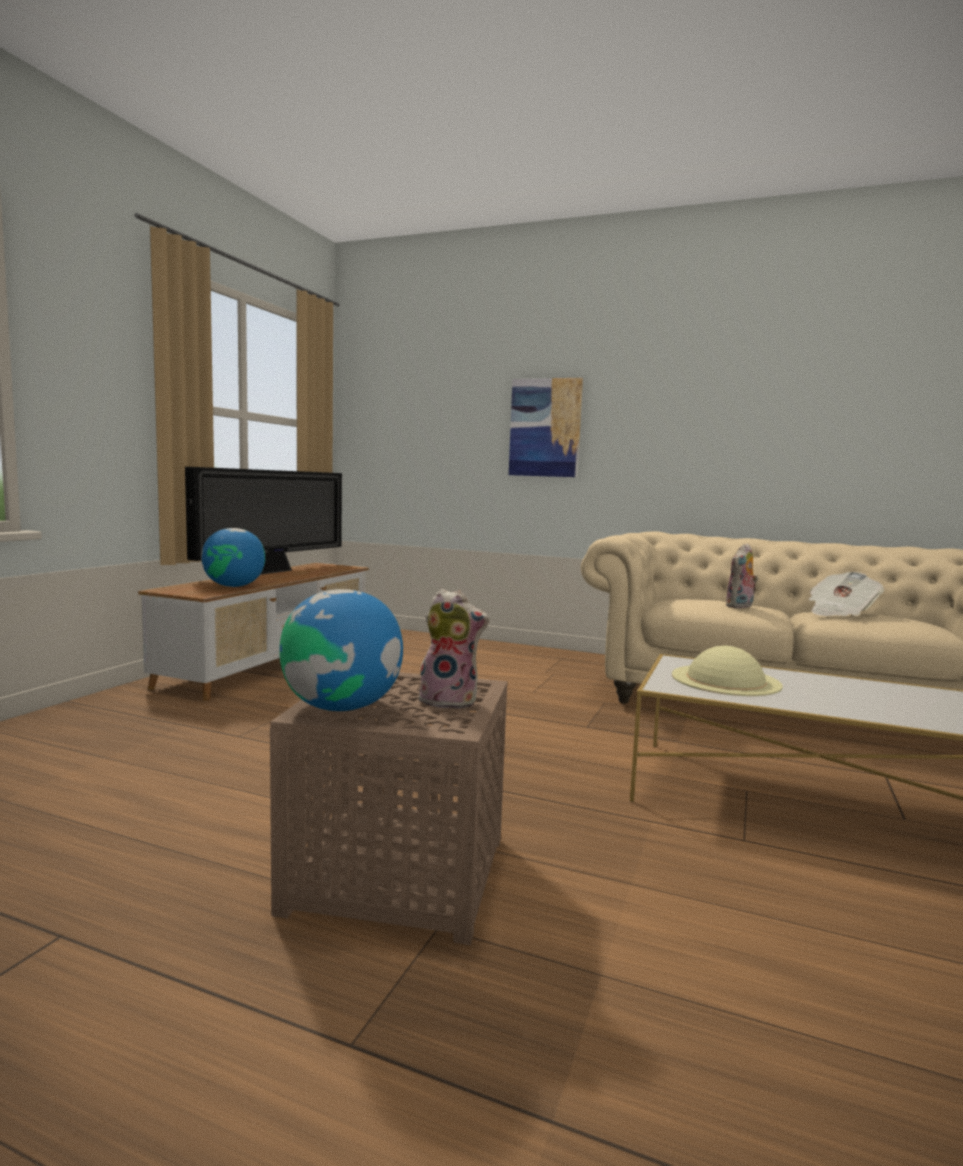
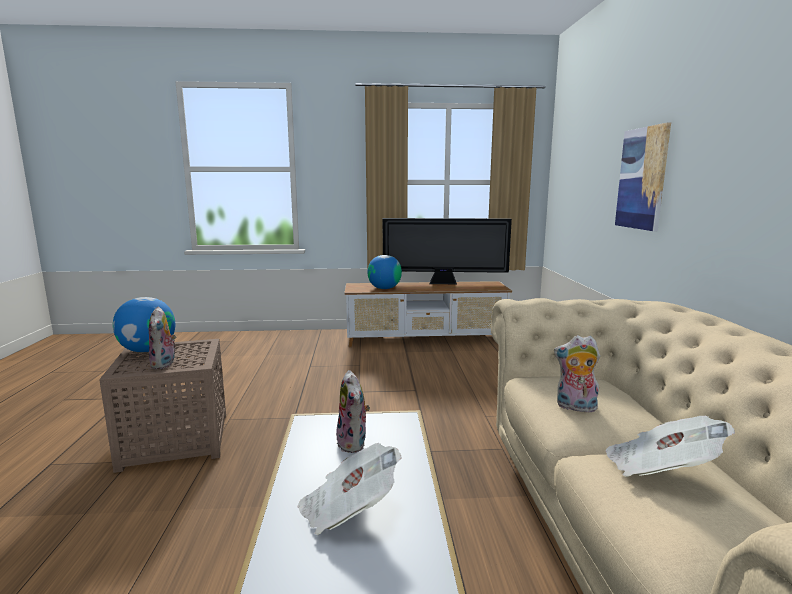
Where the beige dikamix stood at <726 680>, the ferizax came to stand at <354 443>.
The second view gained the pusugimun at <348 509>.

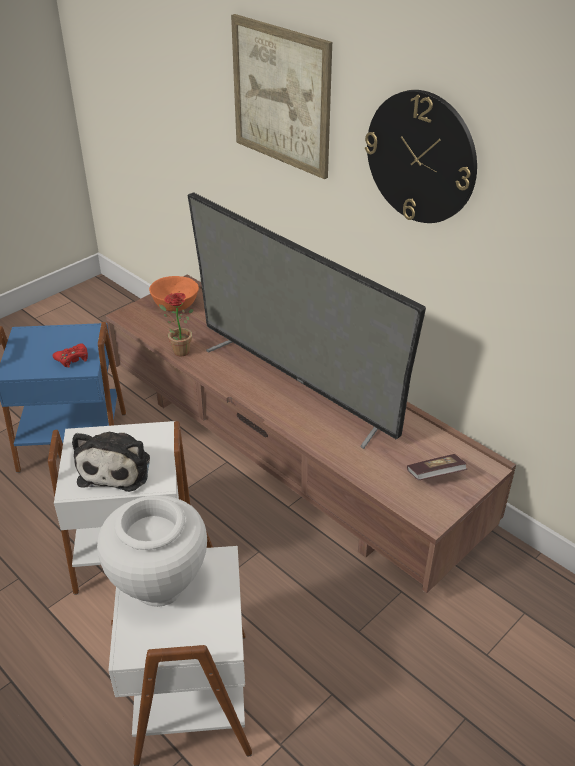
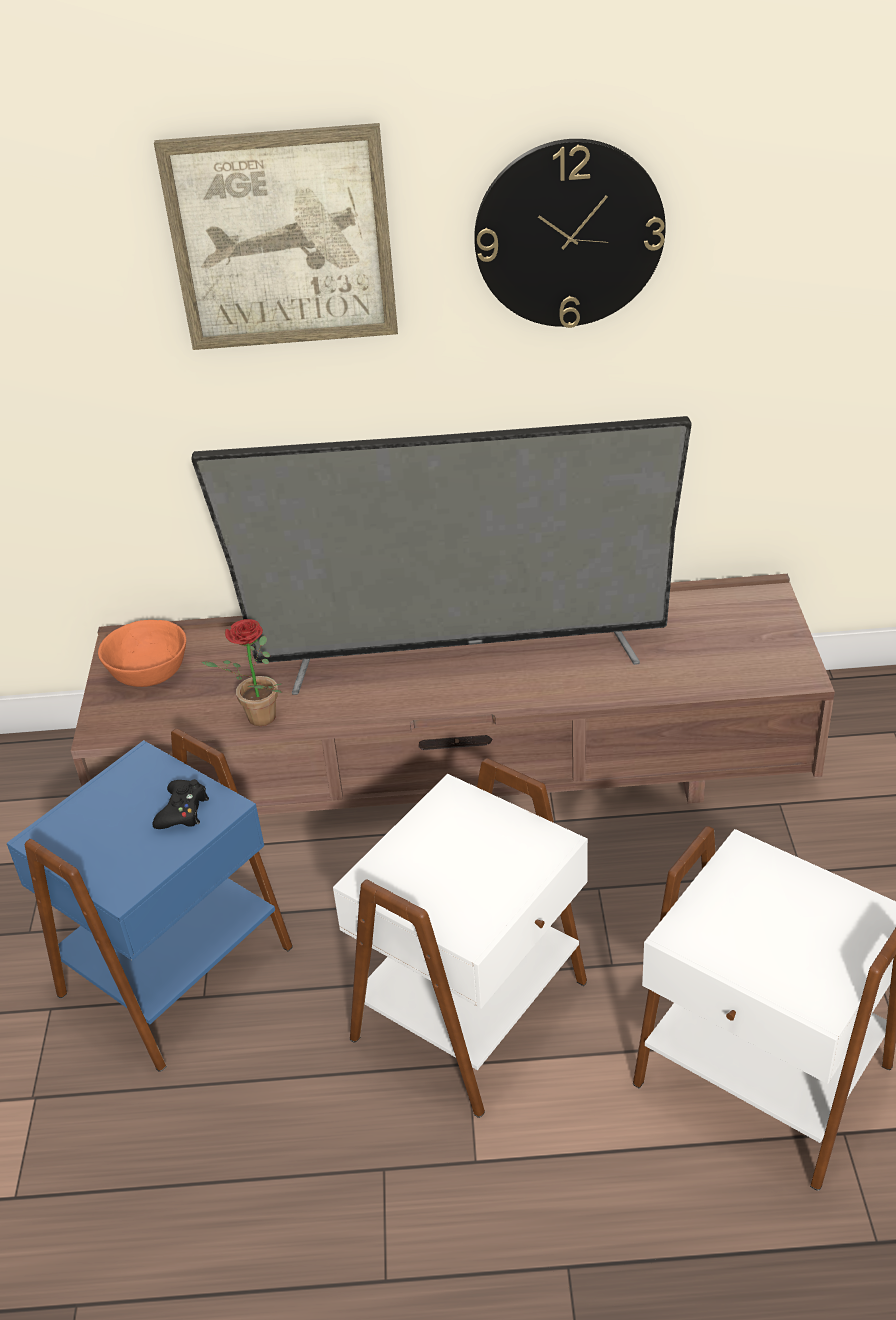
What was the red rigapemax at <72 359> turned into the black rigapemax at <183 811>.
The second view lost the ferizax at <117 467>.
The second view lost the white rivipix at <159 584>.
The second view lost the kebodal at <435 475>.

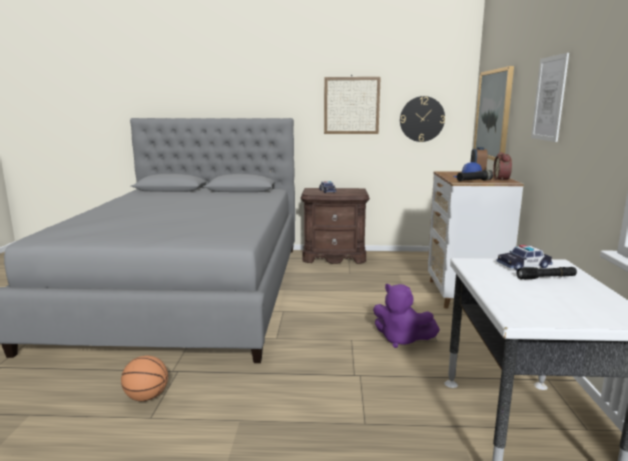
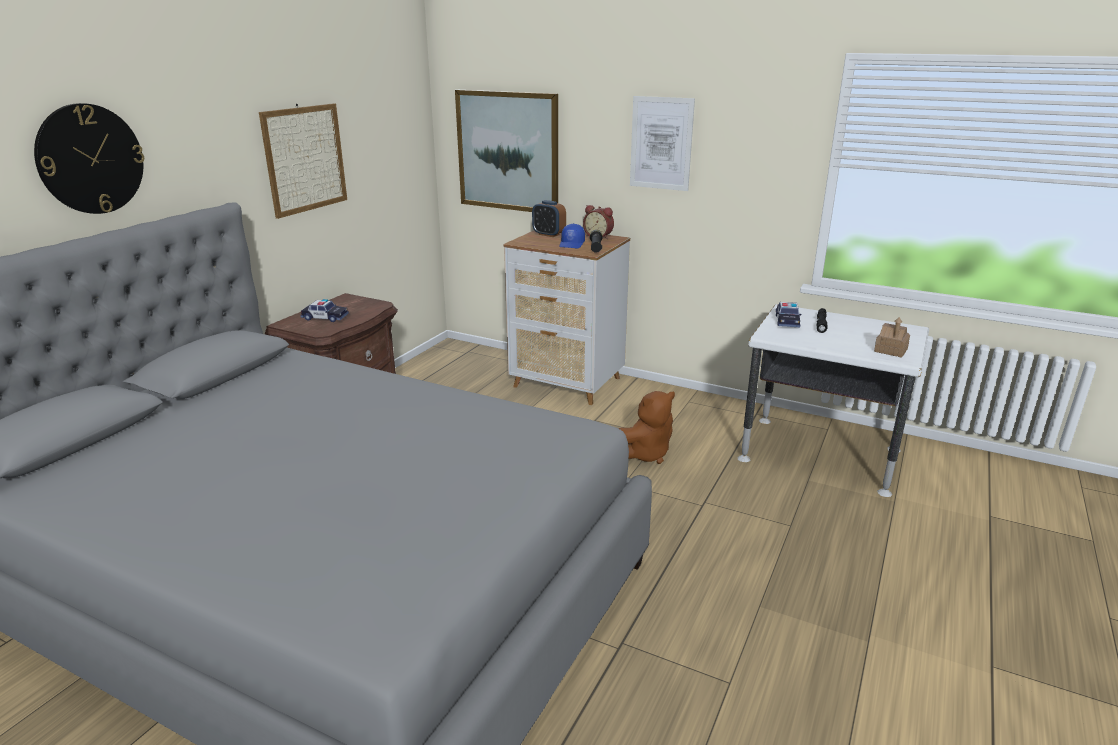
The second view lost the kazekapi at <146 397>.
What was the purple ferizax at <401 339> turned into the brown ferizax at <645 454>.
The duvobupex ended up elsewhere, having gone from <422 119> to <90 159>.
The second view gained the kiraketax at <890 350>.

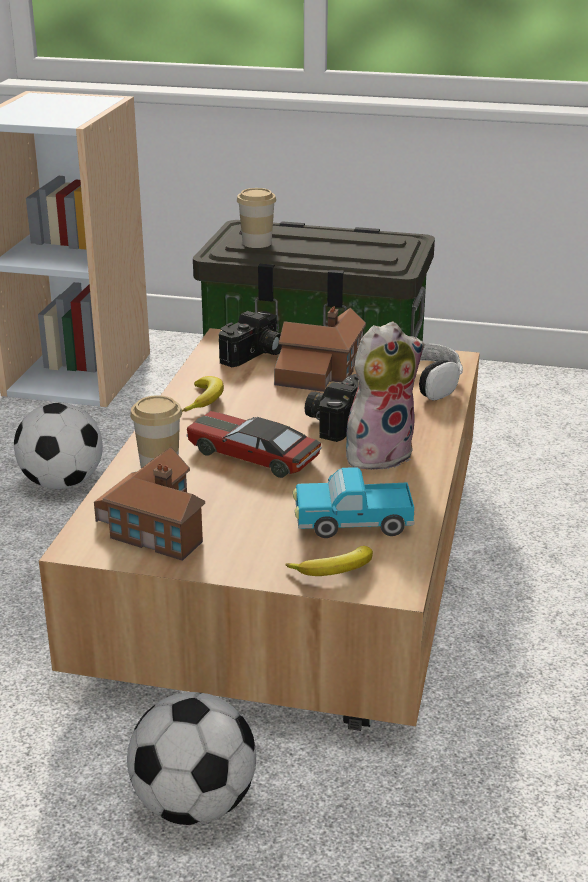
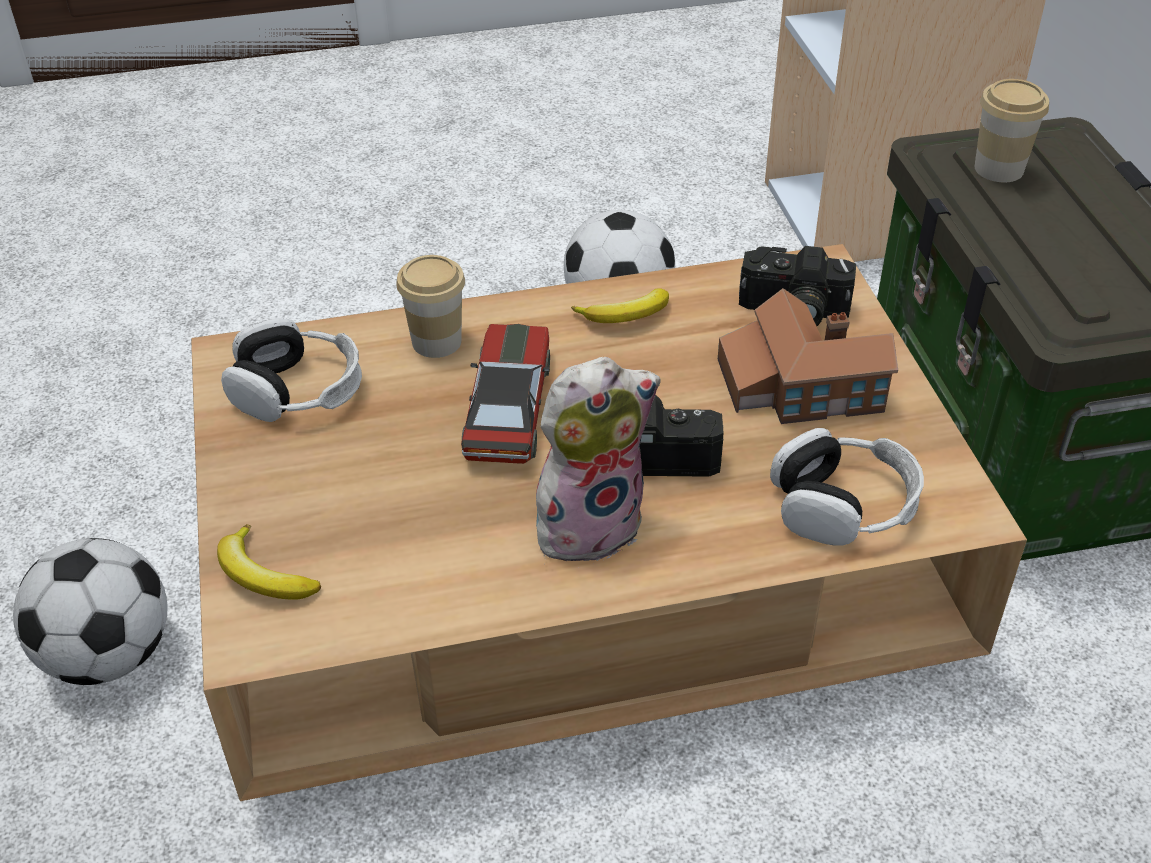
Where the kiraketax stood at <154 525>, the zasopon came to stand at <297 390>.
The second view lost the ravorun at <352 524>.
The ferizax at <378 453> ended up facing another way, 60 degrees counterclockwise from before.

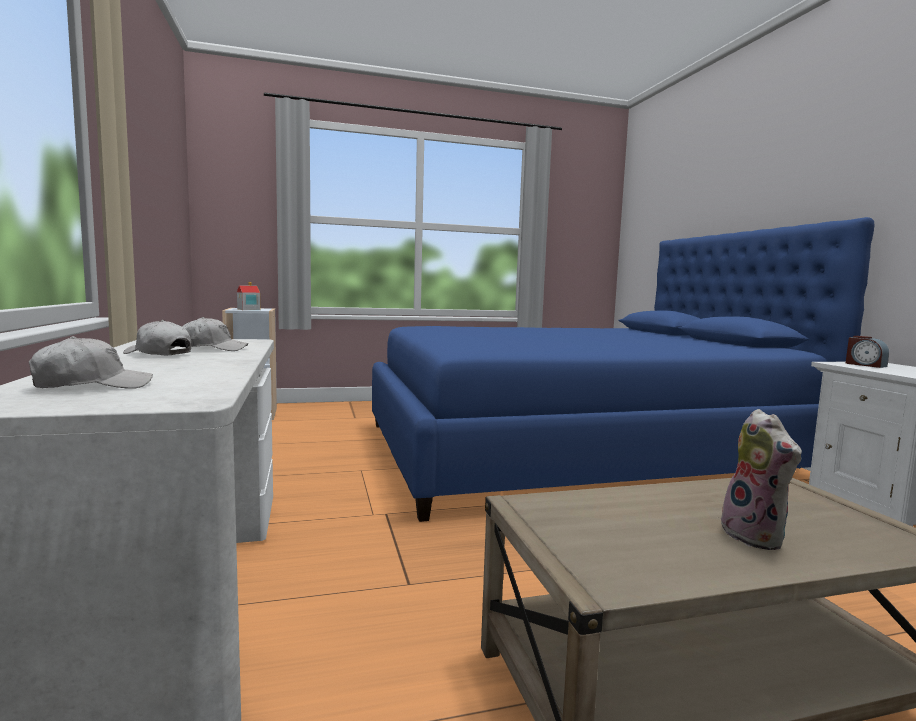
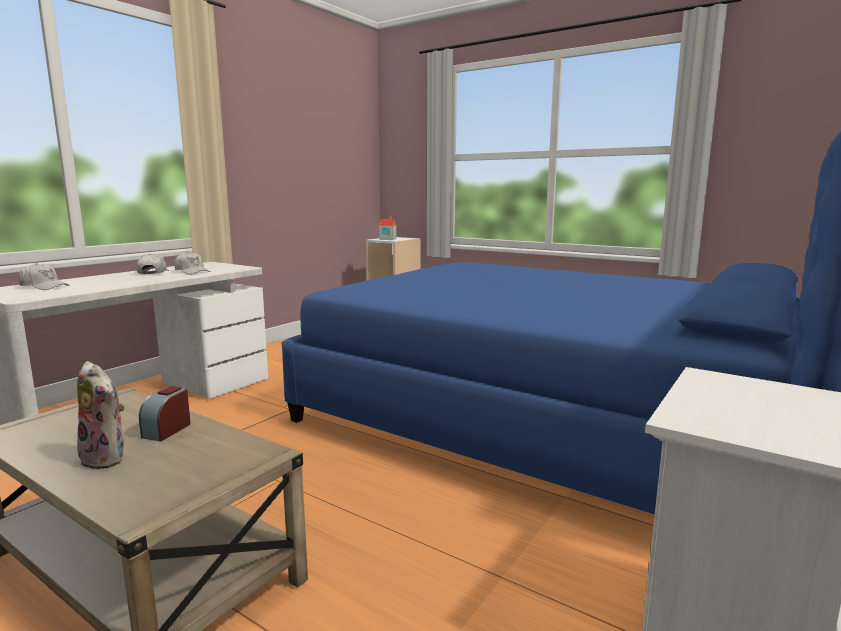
The ferizax at <757 536> ended up facing another way, 90 degrees counterclockwise from before.
The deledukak ended up elsewhere, having gone from <865 365> to <167 430>.

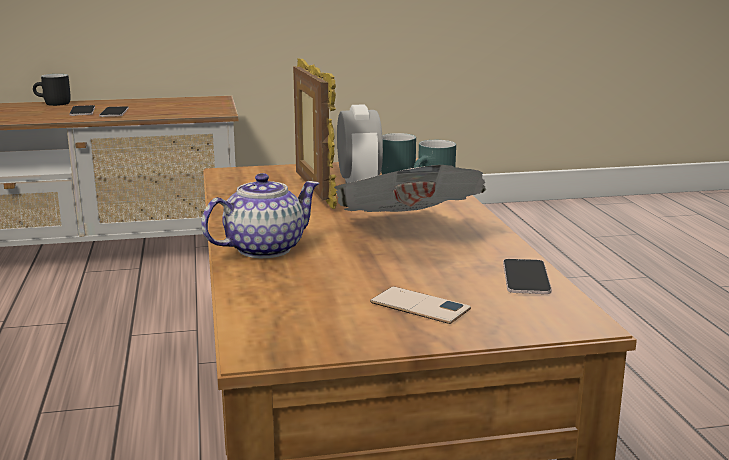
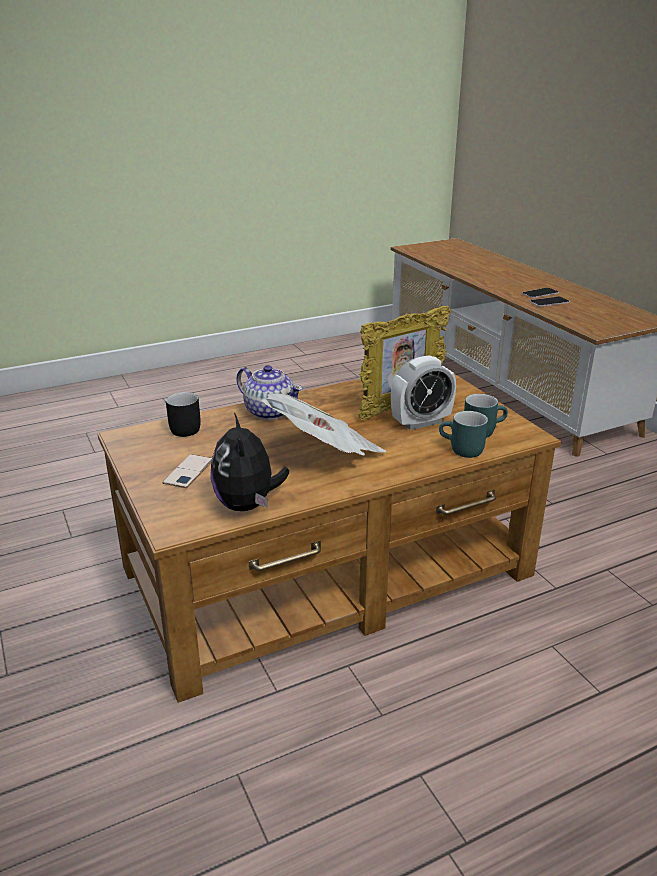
The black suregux ended up elsewhere, having gone from <53 104> to <182 428>.
Where the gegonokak stood at <526 278>, the ferizax came to stand at <248 505>.

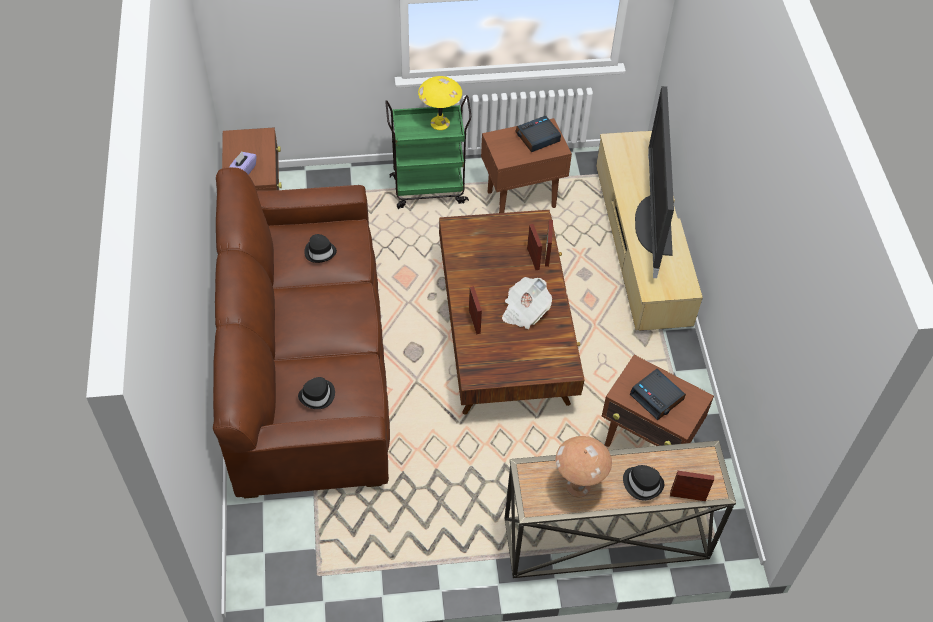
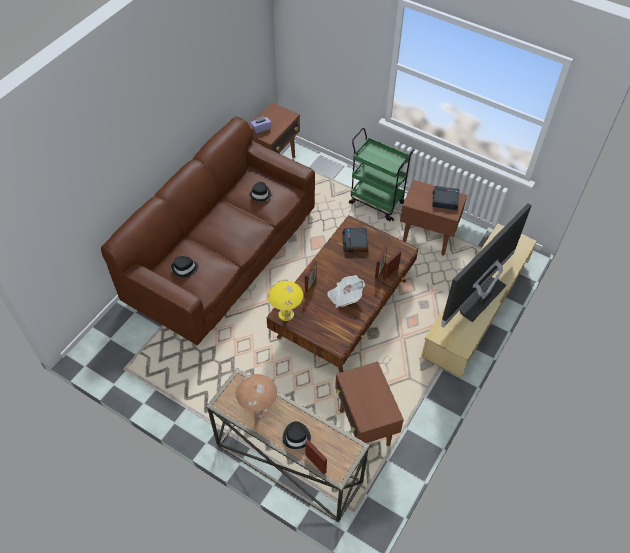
The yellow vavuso ended up elsewhere, having gone from <440 123> to <286 314>.
The deledukak ended up elsewhere, having gone from <657 397> to <355 243>.

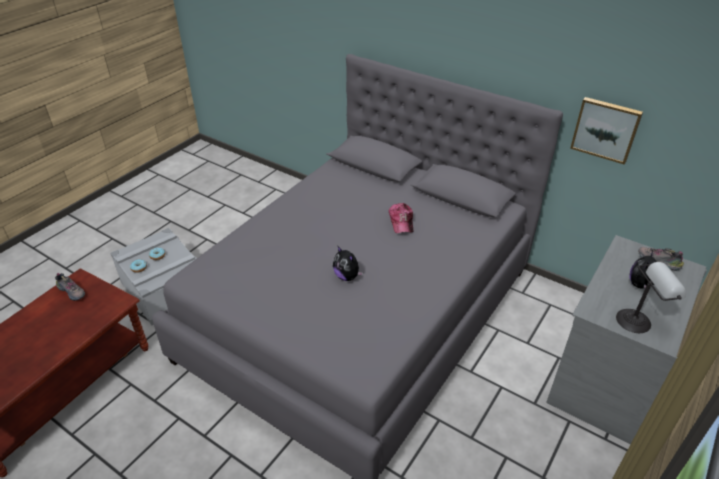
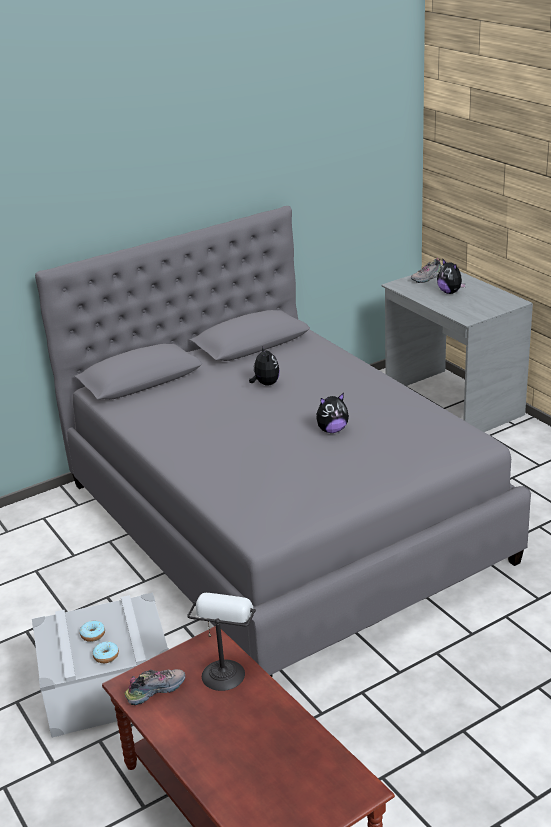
Where the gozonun stood at <401 222>, the ferizax came to stand at <265 384>.
The second view lost the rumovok at <606 129>.
The vavuso ended up elsewhere, having gone from <639 319> to <225 668>.

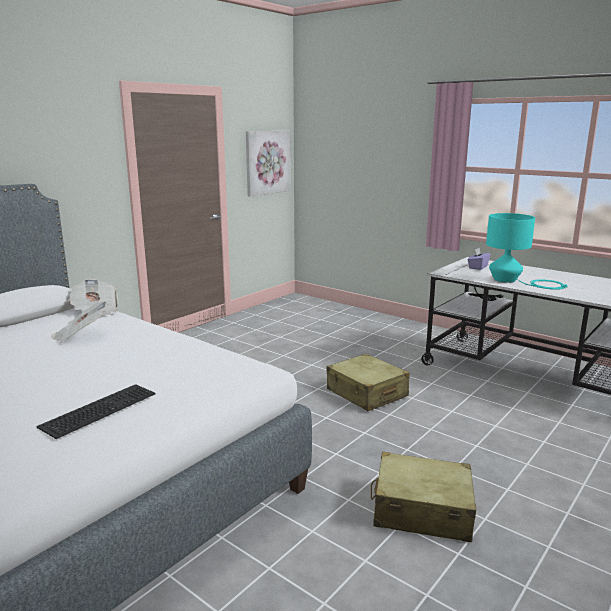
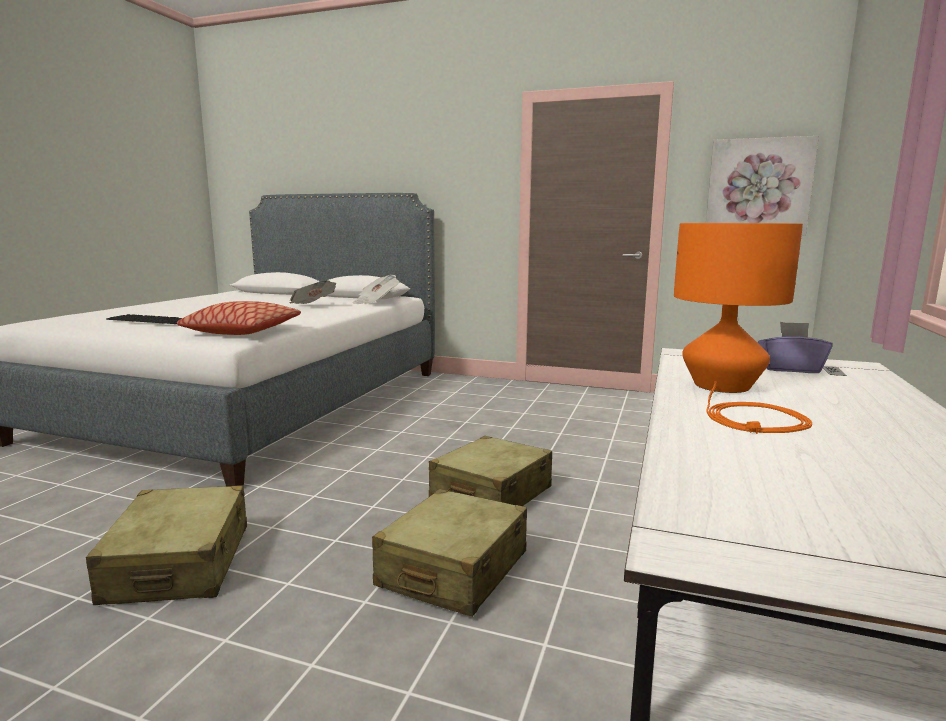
What was the turquoise vavuso at <521 281> turned into the orange vavuso at <733 397>.
The second view gained the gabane at <242 331>.
The second view gained the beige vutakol at <453 570>.

